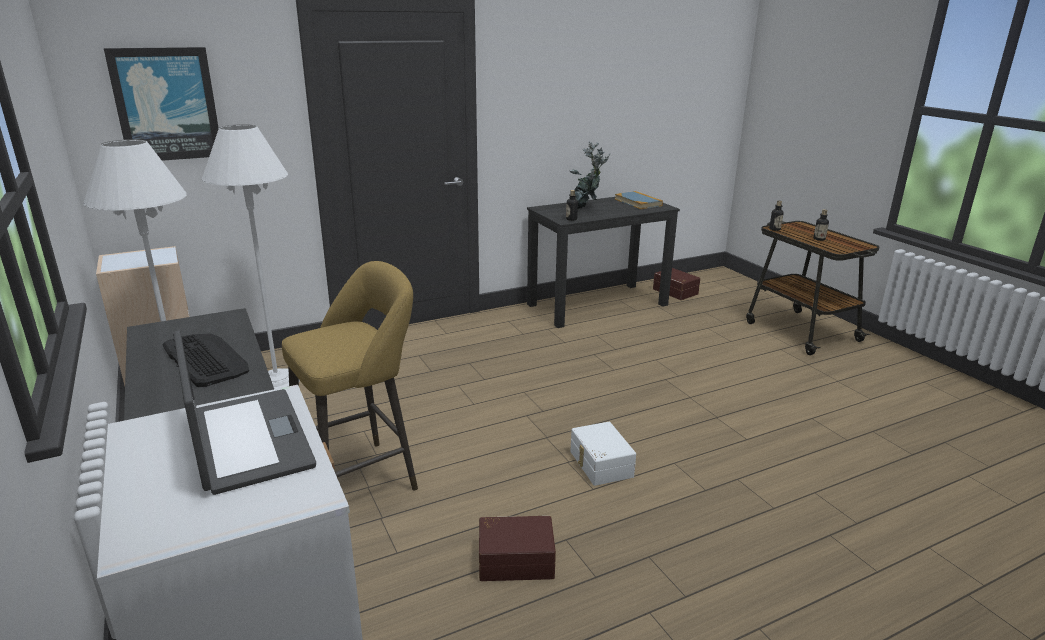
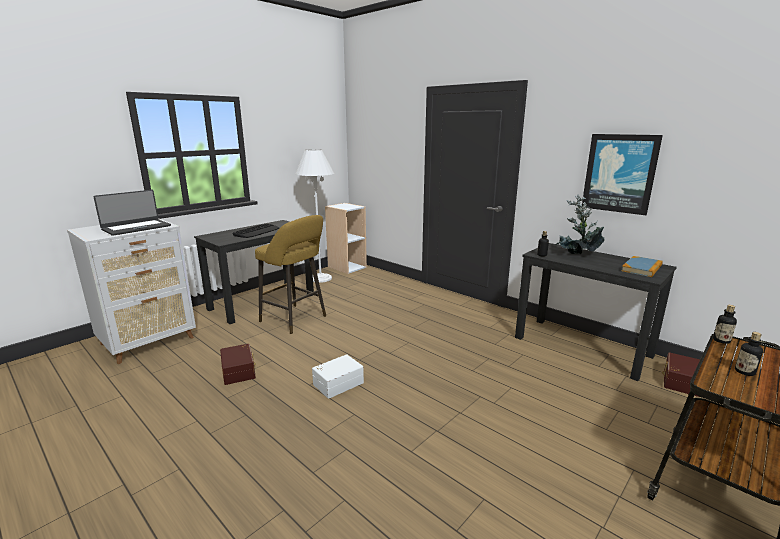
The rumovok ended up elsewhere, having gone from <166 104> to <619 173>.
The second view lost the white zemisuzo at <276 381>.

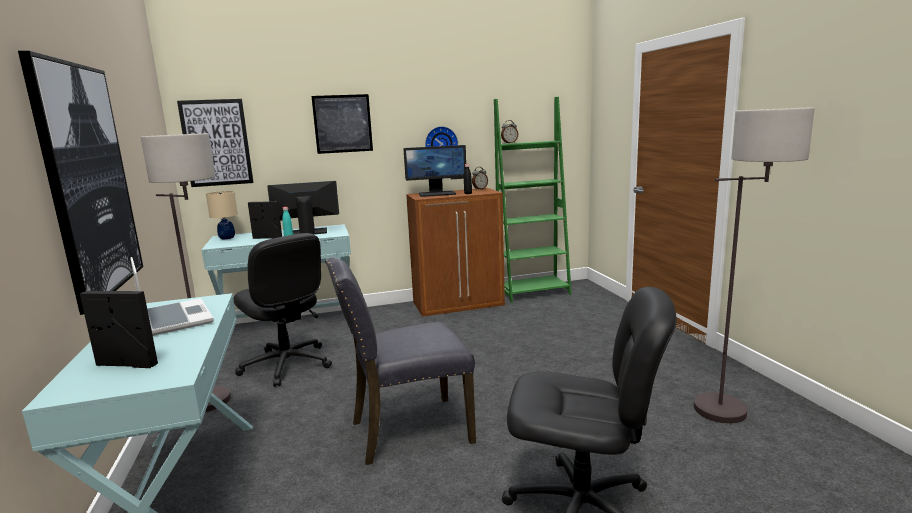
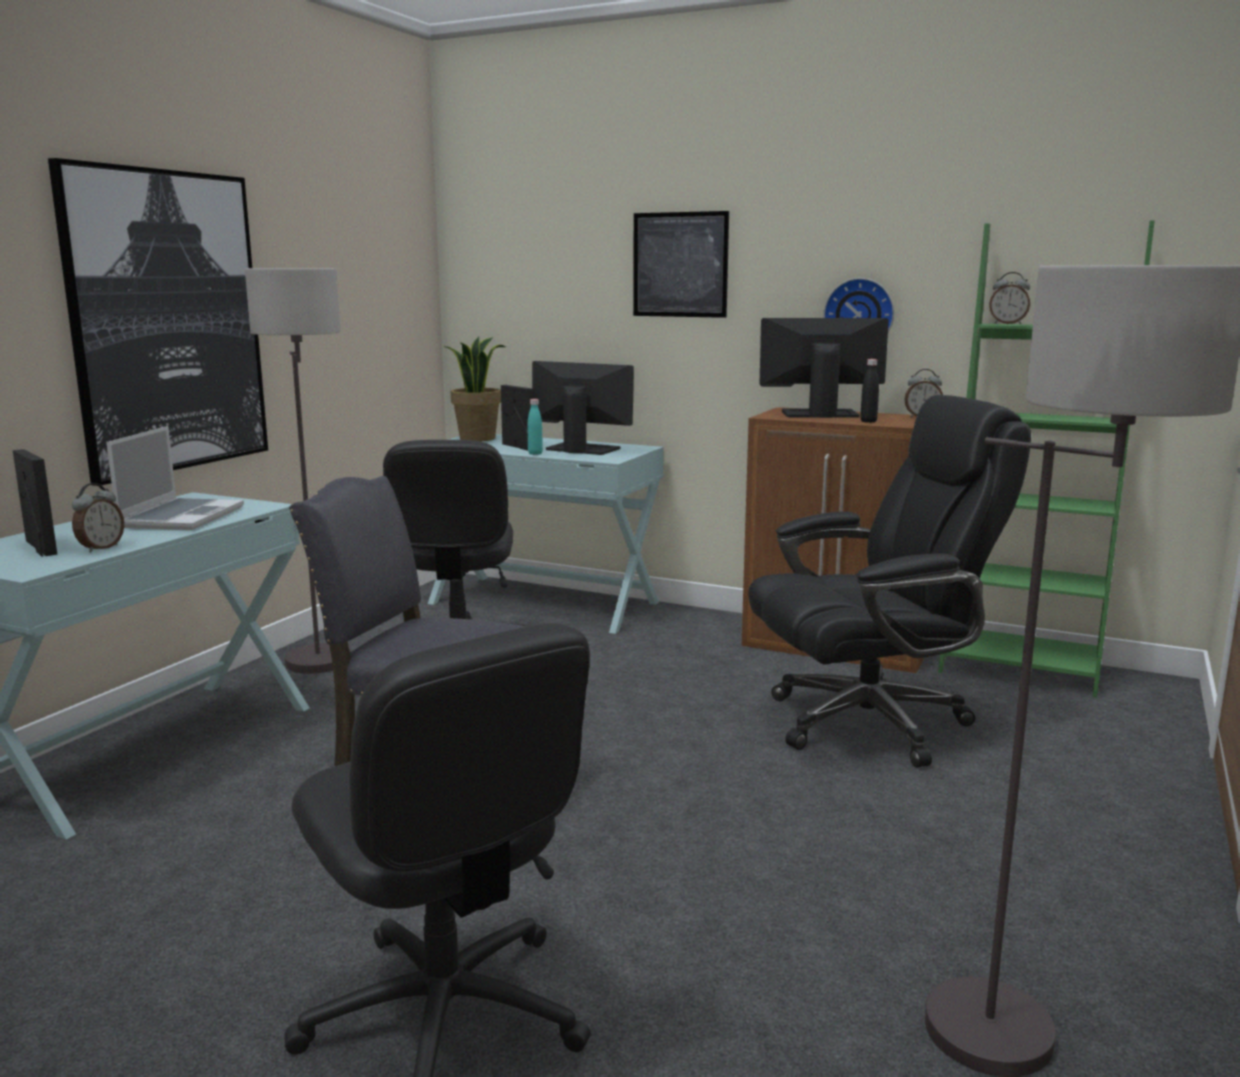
The second view lost the rumovok at <216 143>.
Where the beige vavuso stood at <226 238>, the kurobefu came to stand at <477 438>.
The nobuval at <437 194> ended up facing another way, 150 degrees clockwise from before.
The second view gained the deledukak at <100 548>.
The second view gained the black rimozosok at <868 722>.

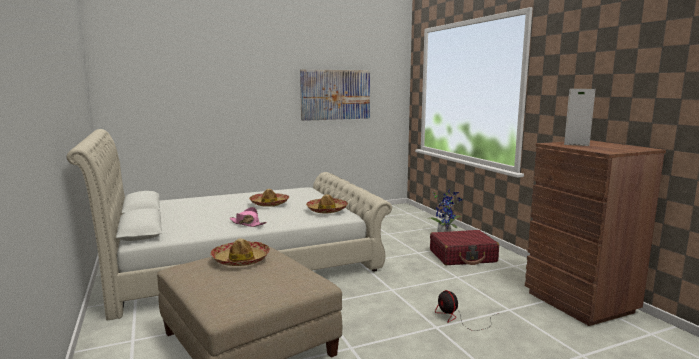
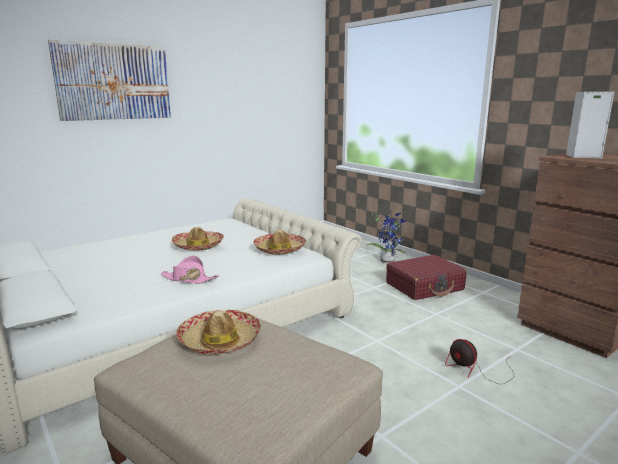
The rumovok ended up elsewhere, having gone from <335 94> to <114 82>.

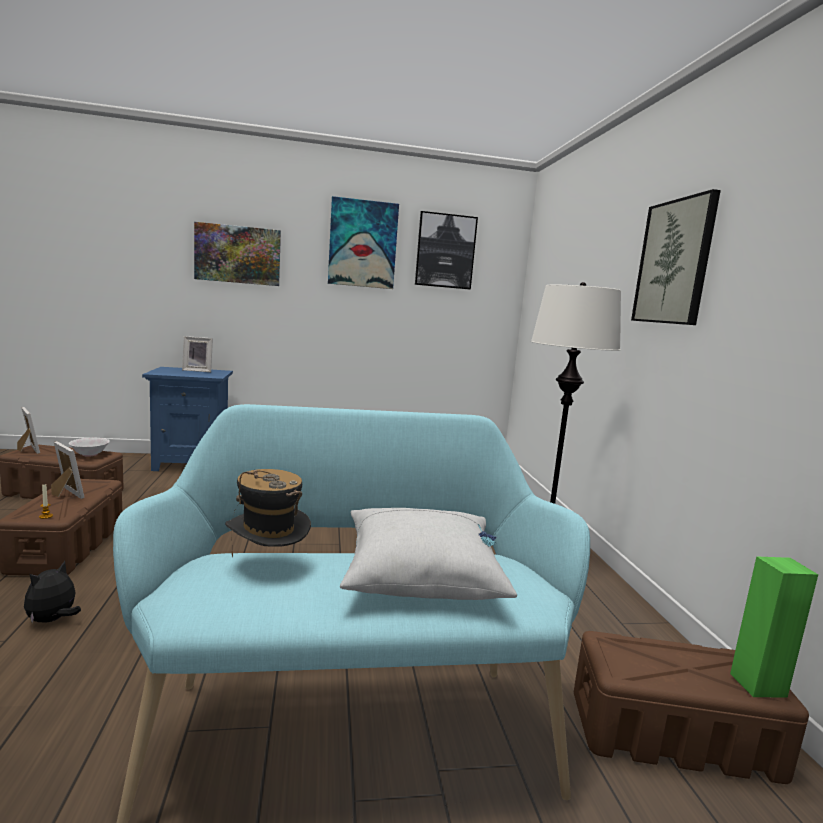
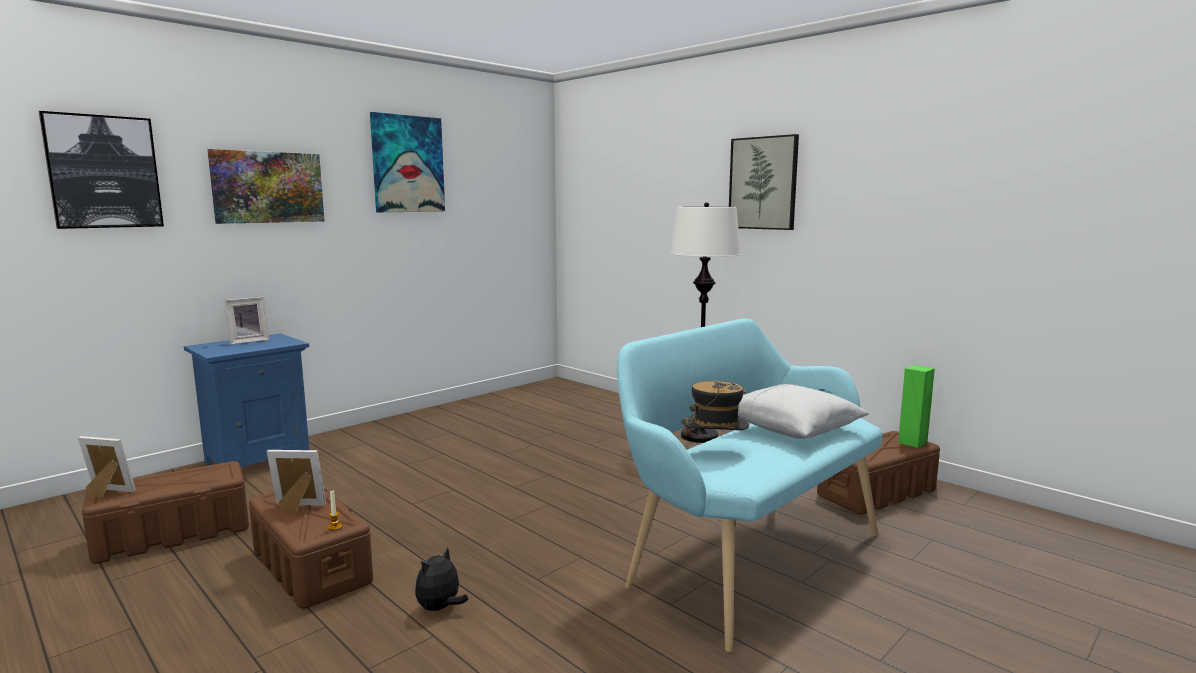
The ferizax at <53 620> ended up facing another way, 45 degrees clockwise from before.
The second view lost the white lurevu at <89 454>.
The rumovok ended up elsewhere, having gone from <445 251> to <104 172>.

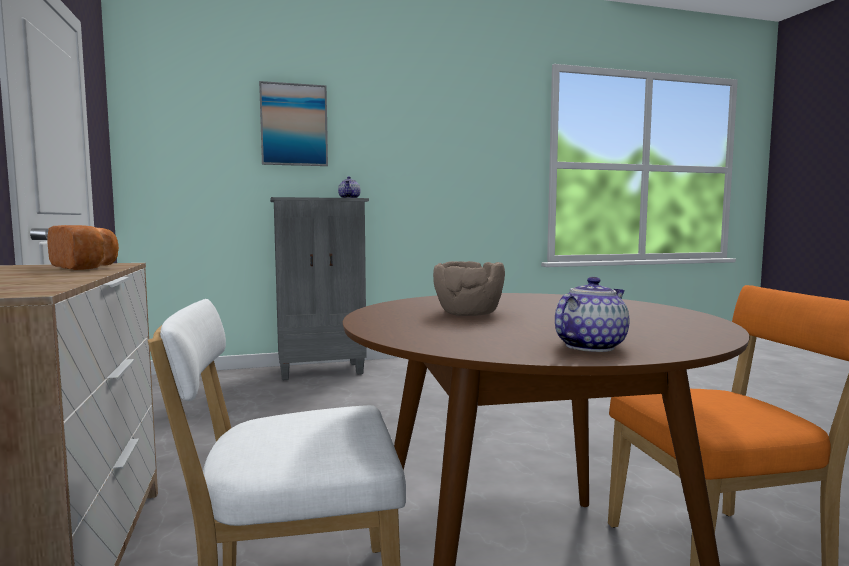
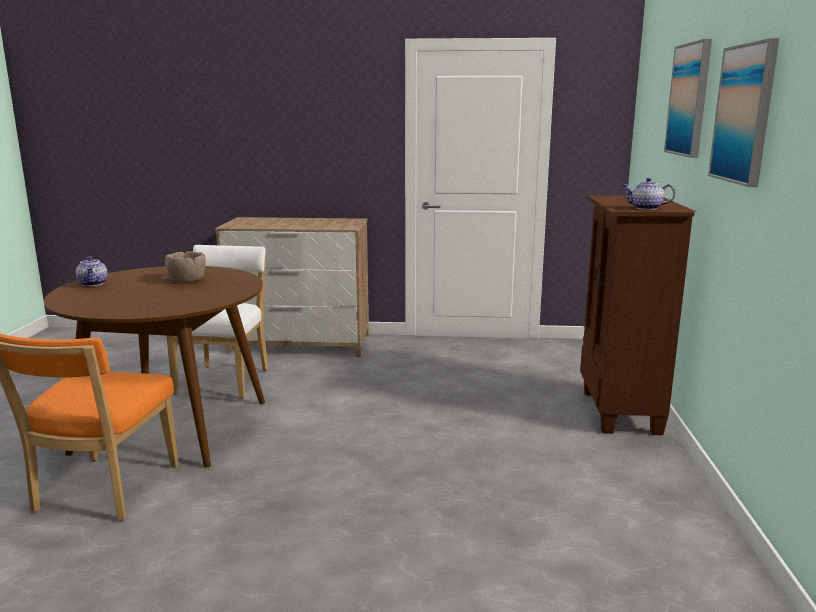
The second view lost the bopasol at <87 267>.
What was the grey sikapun at <321 371> turned into the brown sikapun at <618 412>.
The second view gained the rumovok at <744 114>.

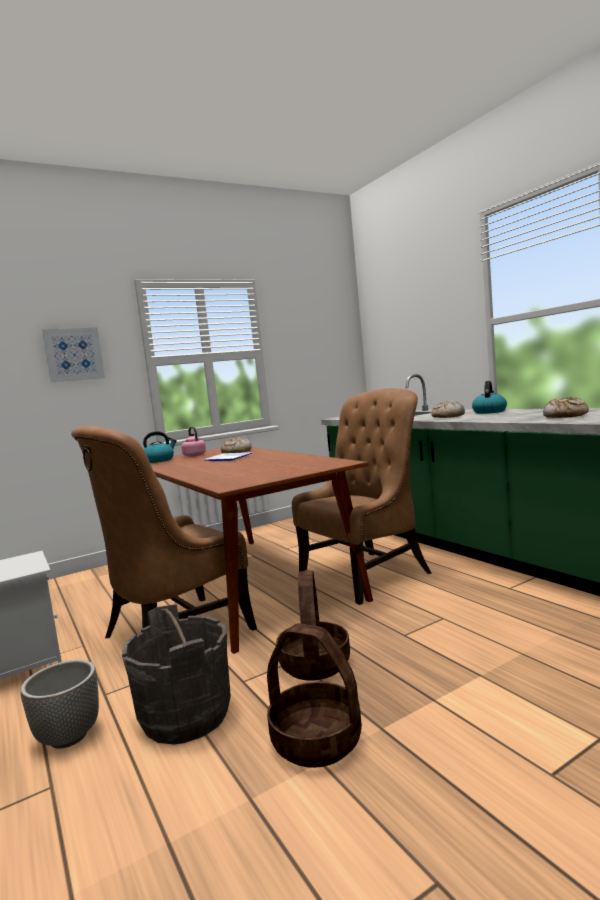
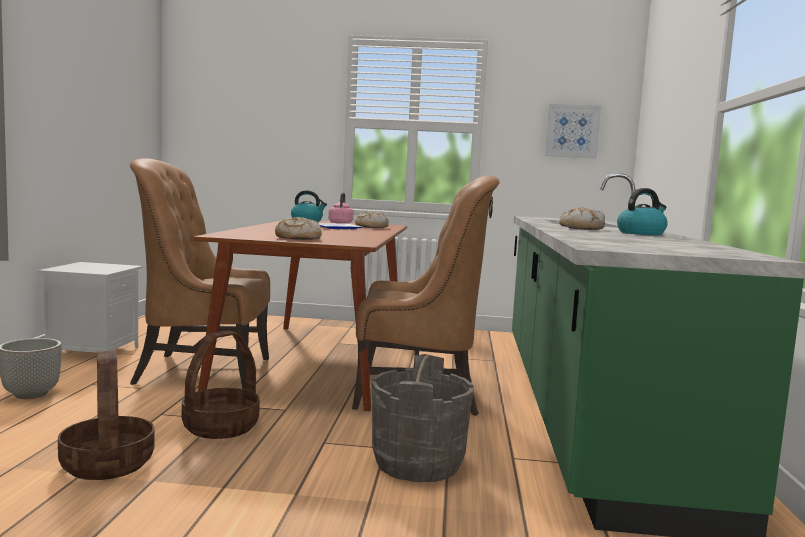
The rumovok ended up elsewhere, having gone from <74 354> to <572 131>.
The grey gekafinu ended up elsewhere, having gone from <185 716> to <417 463>.
The bopasol ended up elsewhere, having gone from <565 416> to <297 238>.

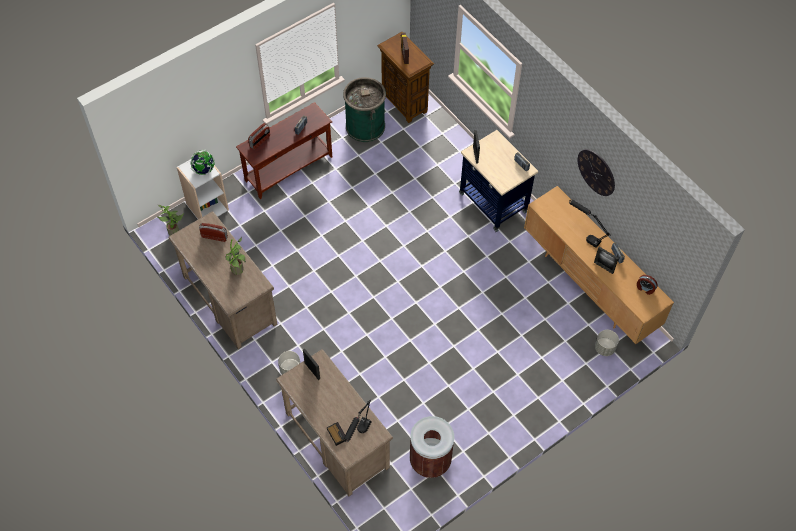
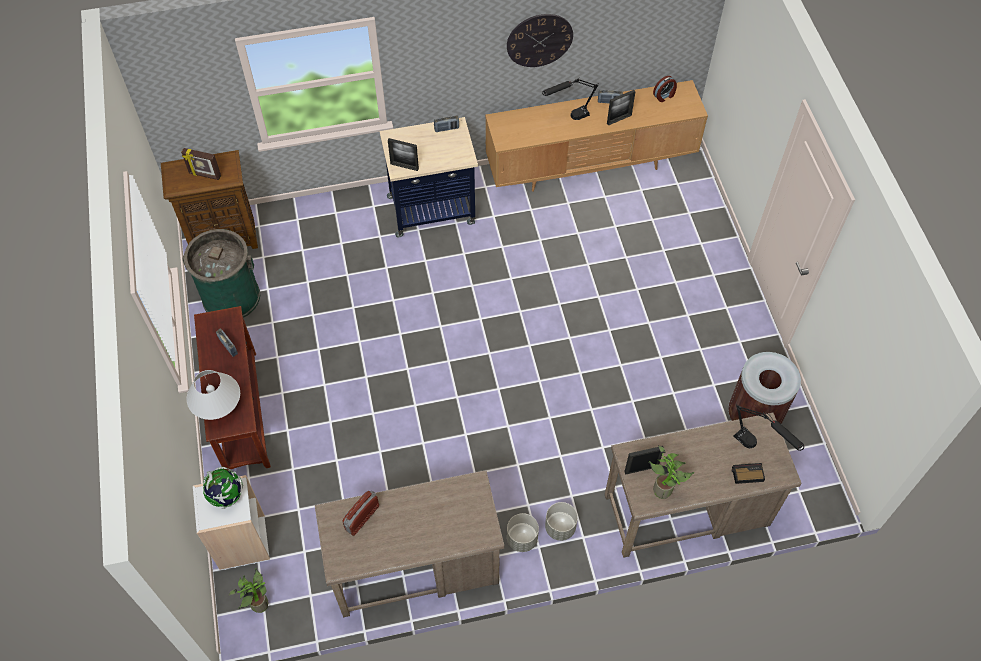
The kurobefu ended up elsewhere, having gone from <239 271> to <664 489>.
Where the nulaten stood at <260 141>, the white vavuso came to stand at <218 406>.
The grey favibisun ended up elsewhere, having gone from <604 348> to <522 539>.

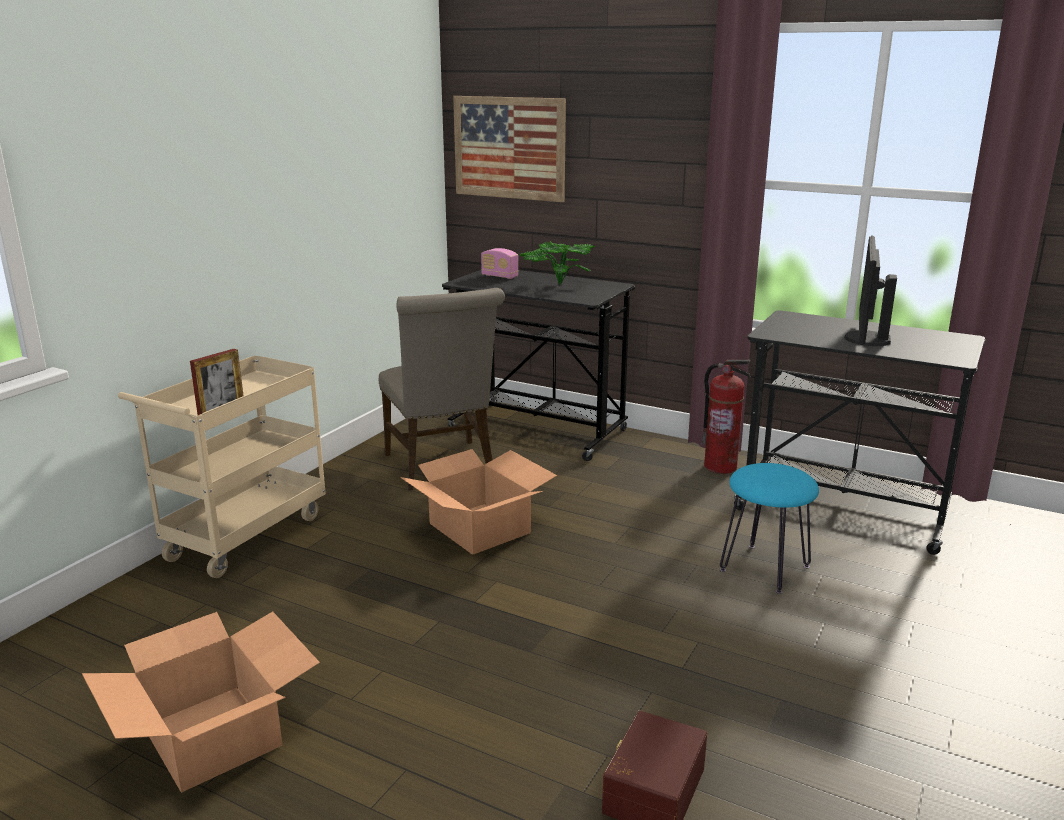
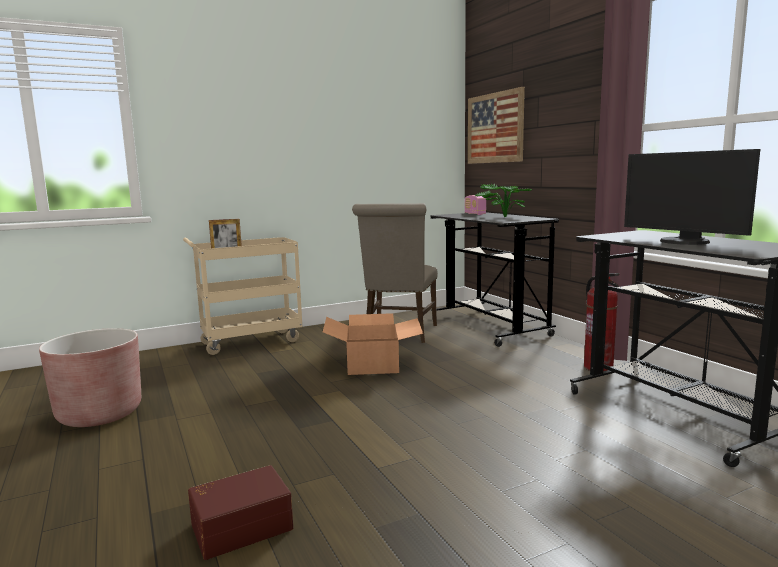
Where the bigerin stood at <213 735>, the brown favibisun came to stand at <99 414>.
The second view lost the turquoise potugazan at <764 568>.
The nobuval at <865 339> ended up facing another way, 90 degrees counterclockwise from before.

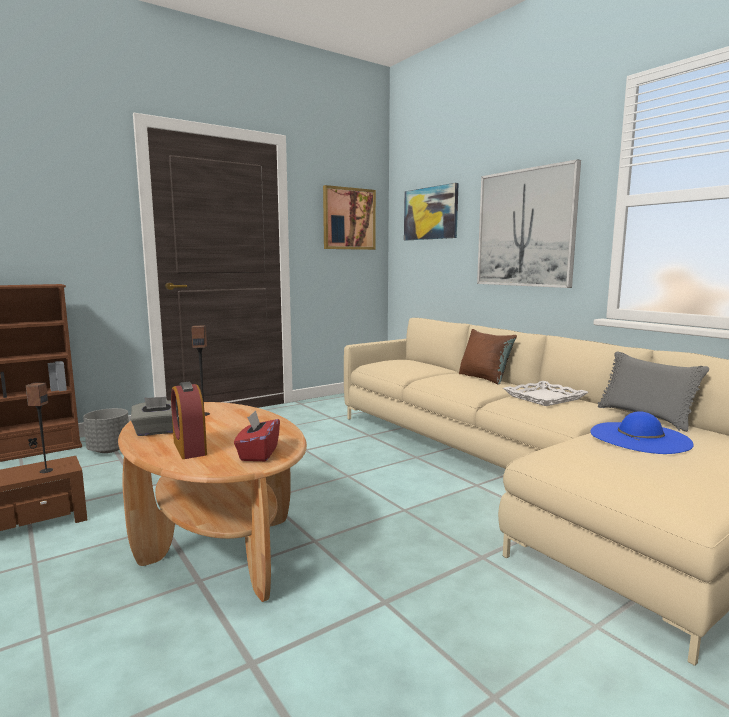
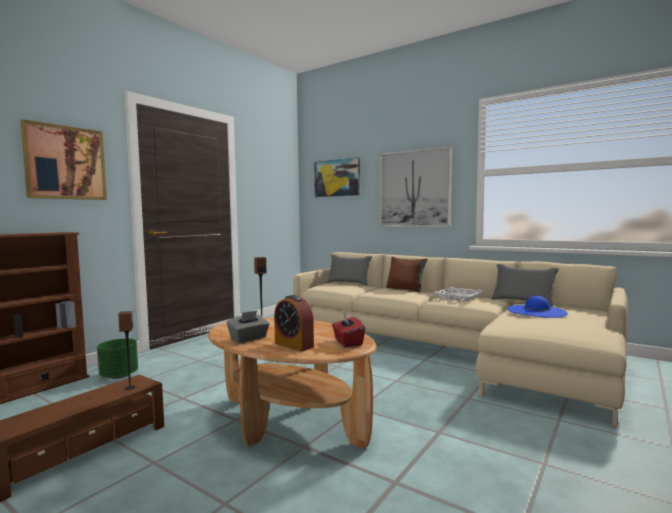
What was the grey favibisun at <109 450> turned into the green favibisun at <119 376>.
The rumovok ended up elsewhere, having gone from <349 219> to <65 163>.
The second view gained the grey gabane at <348 283>.

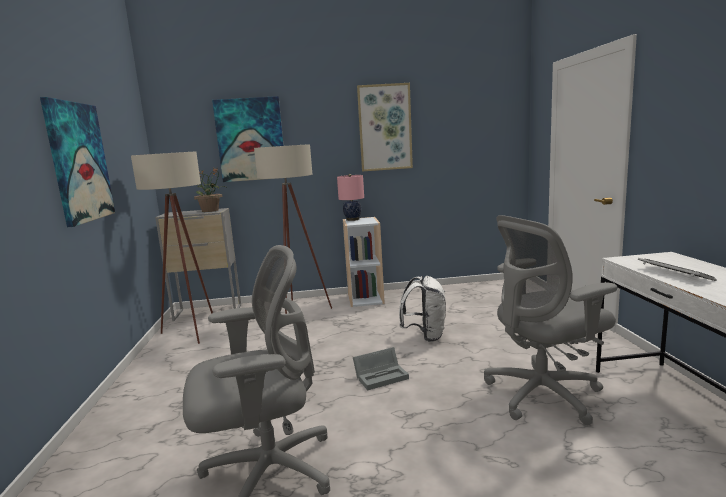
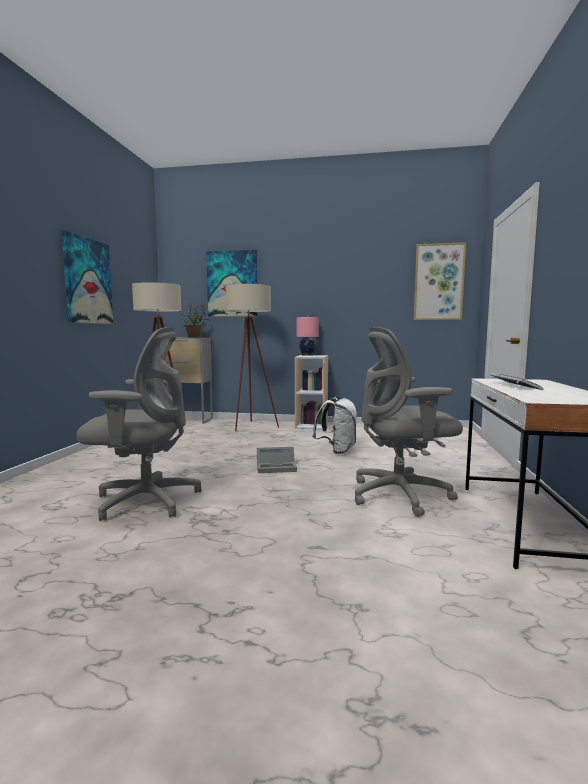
The rumovok ended up elsewhere, having gone from <385 127> to <438 282>.

